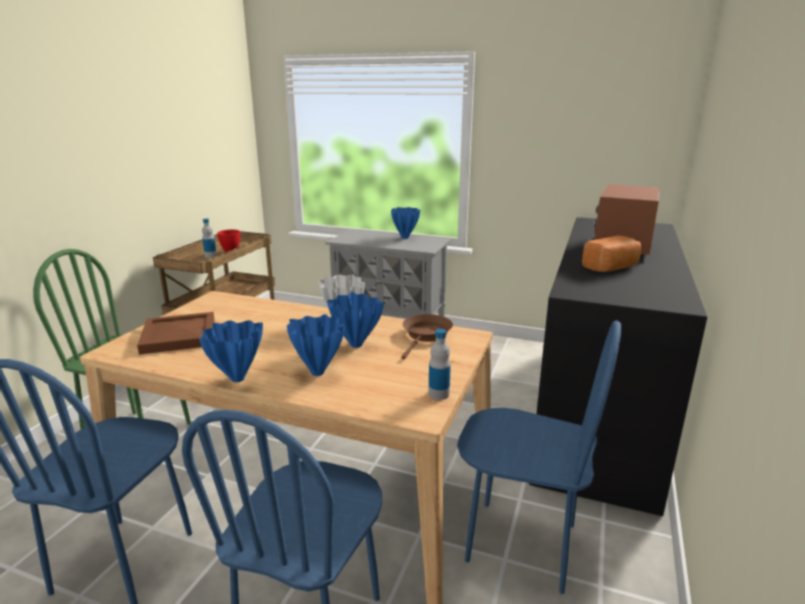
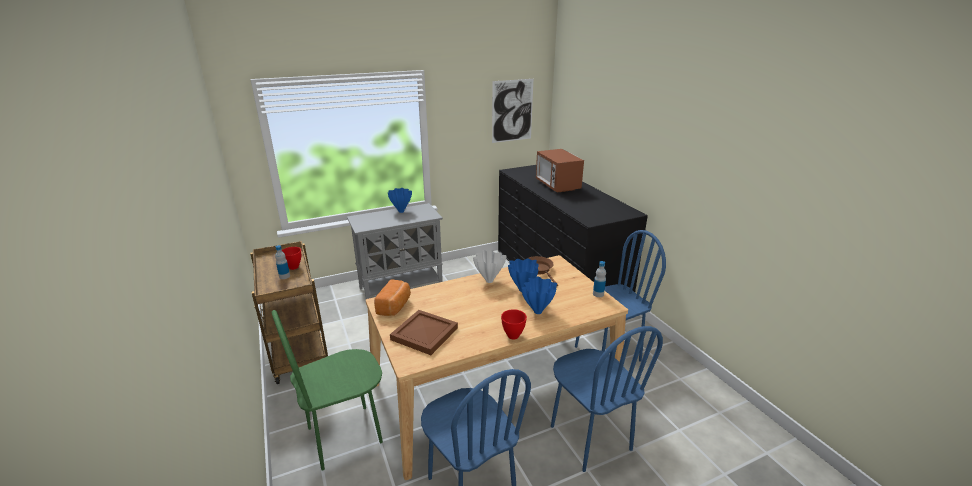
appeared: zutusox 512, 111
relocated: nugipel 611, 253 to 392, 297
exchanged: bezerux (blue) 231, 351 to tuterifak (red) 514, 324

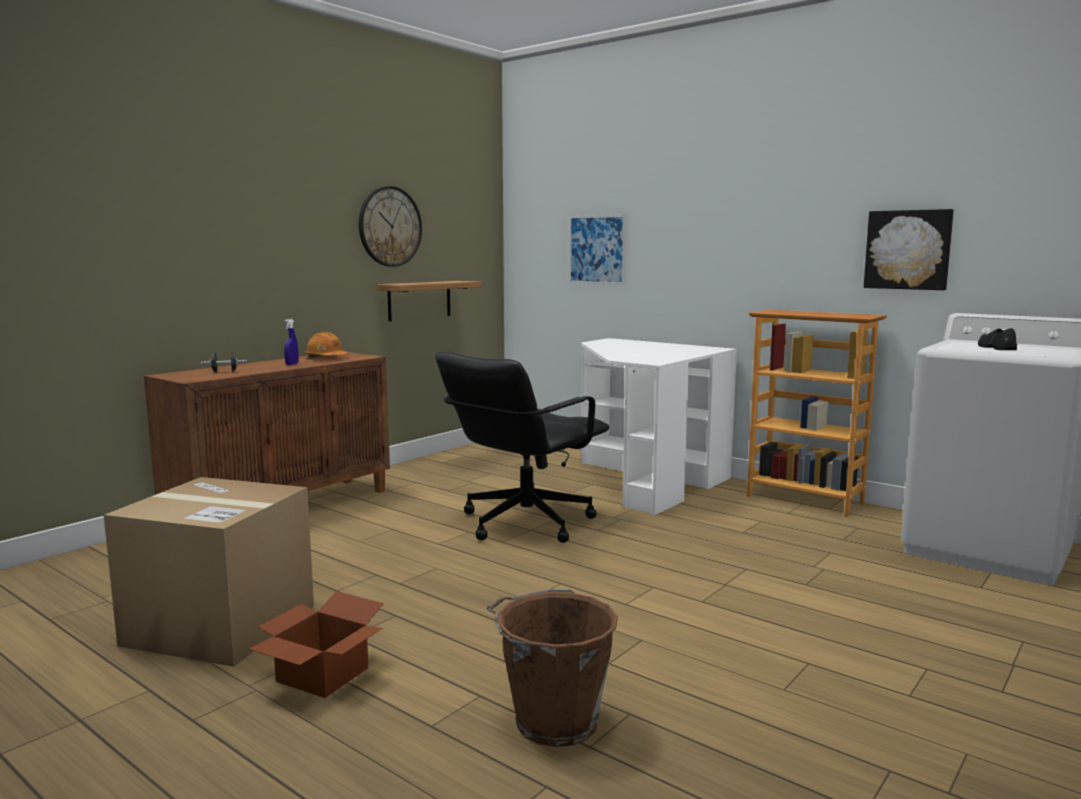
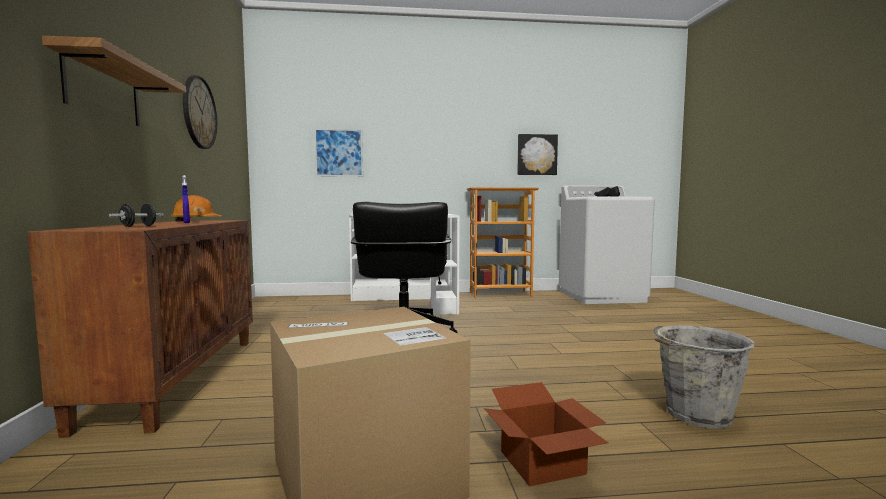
relocated: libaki 428, 301 to 114, 81
colour: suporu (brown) 552, 668 to suporu (grey) 704, 377

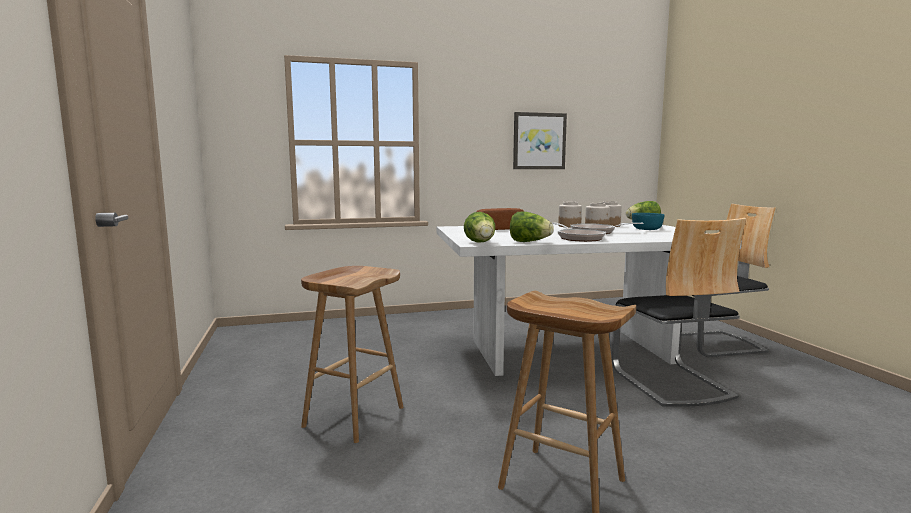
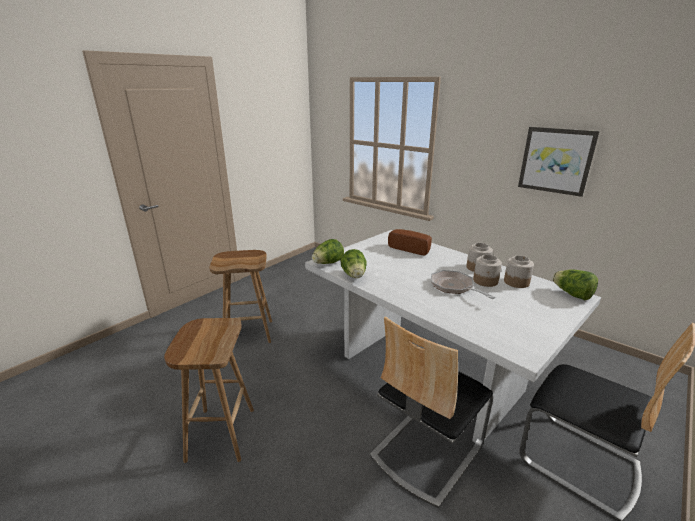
missing: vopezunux 579, 232; tuterifak (turquoise) 648, 221

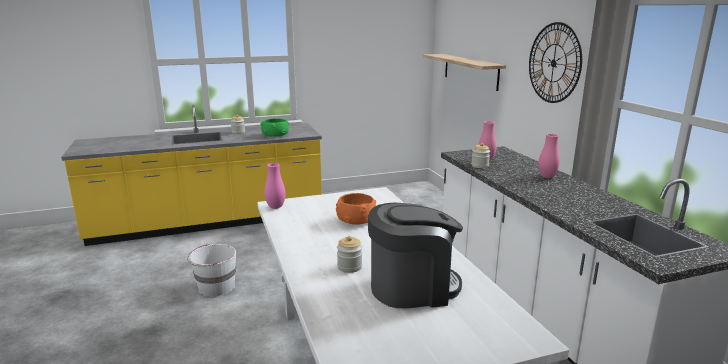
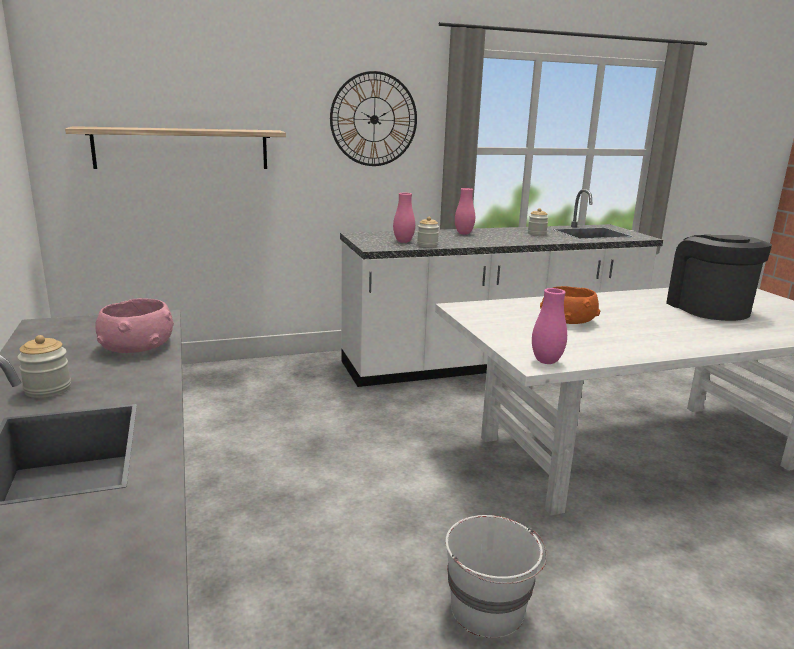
relocated: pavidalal 349, 254 to 538, 222
colour: tuterifak (green) 274, 128 to tuterifak (pink) 134, 325

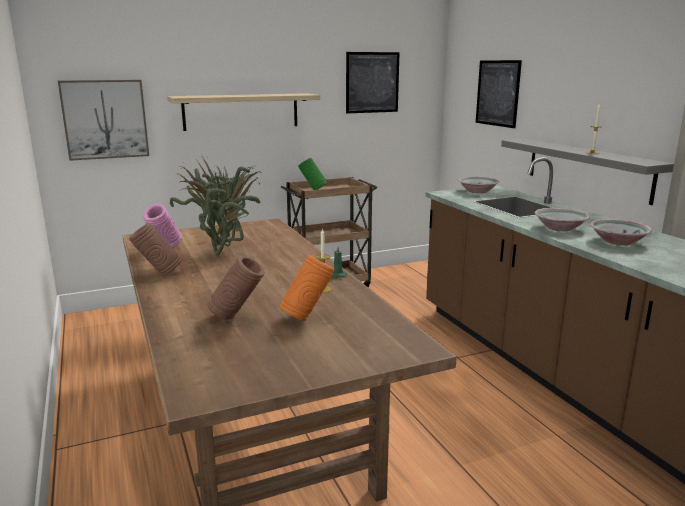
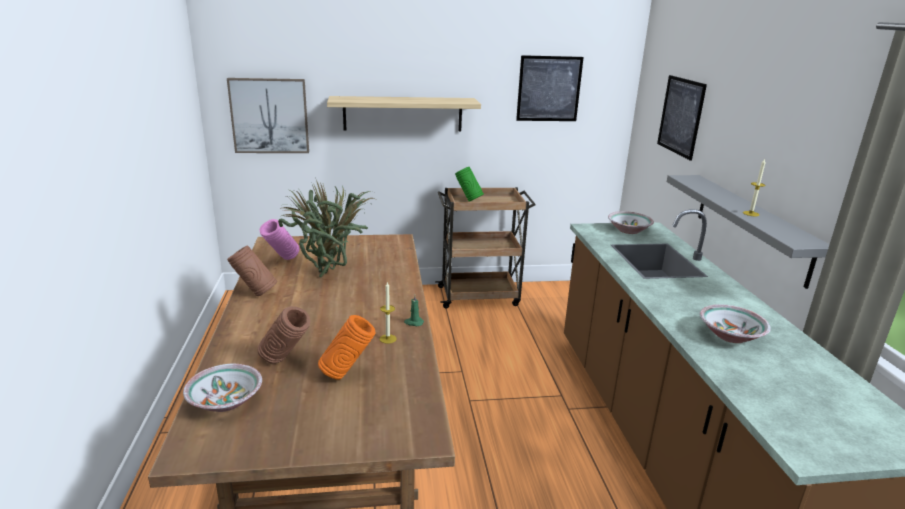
relocated: tuterifak 562, 219 to 222, 387

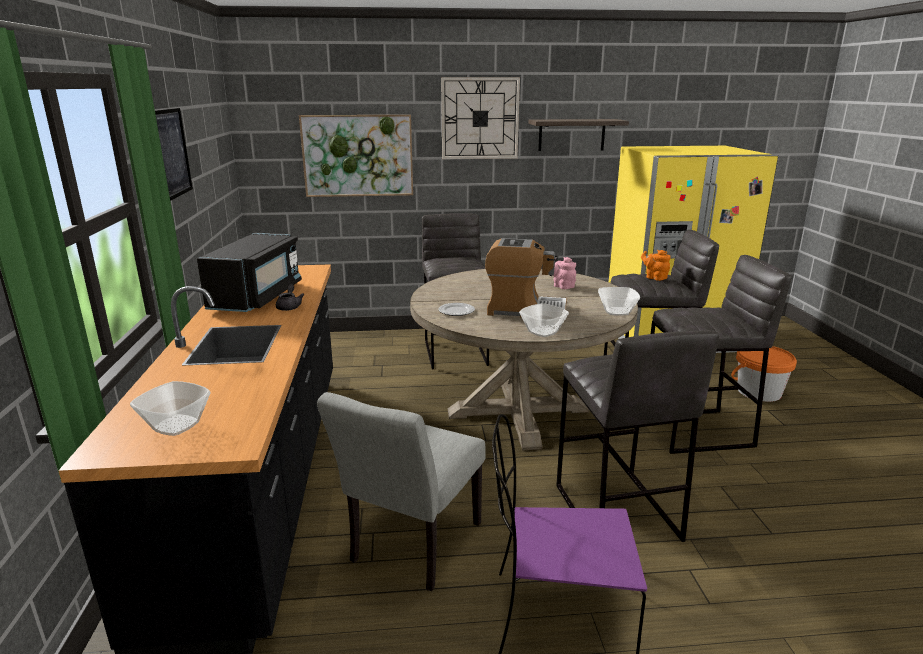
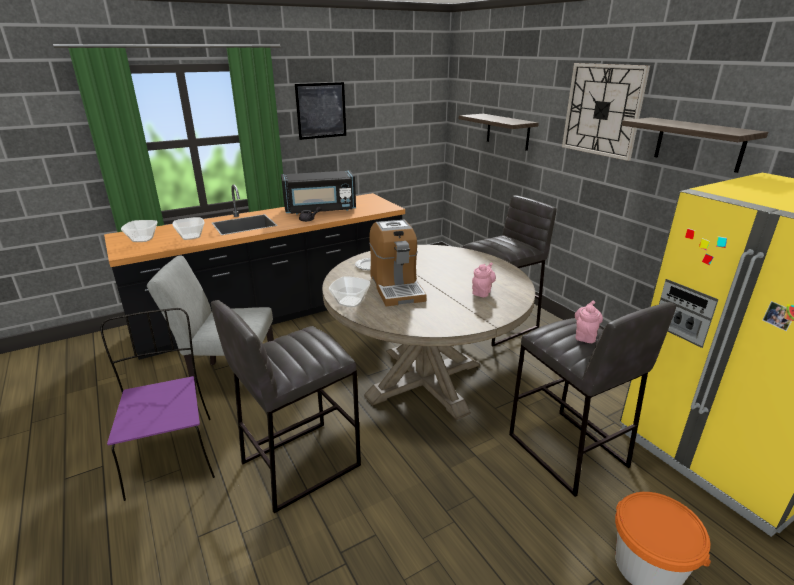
missing: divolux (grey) 721, 354
relocated: tuterifak 619, 301 to 188, 228
exchanged: zutusox 356, 156 to libaki 499, 132
colour: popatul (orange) 656, 265 to popatul (pink) 589, 322

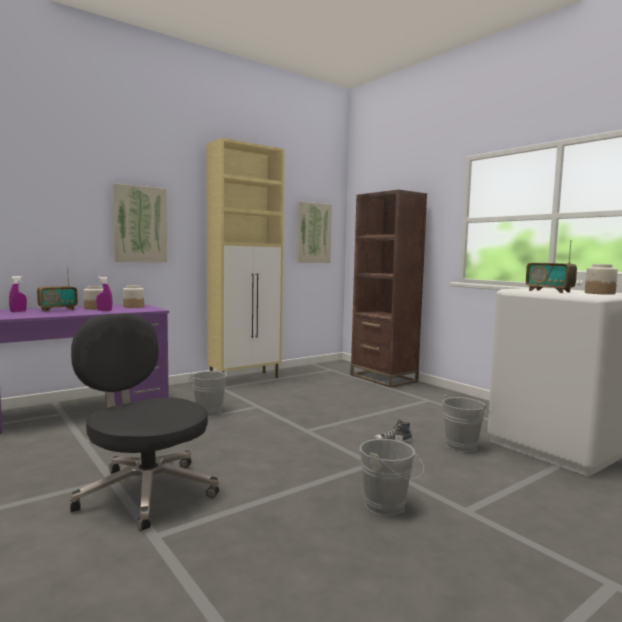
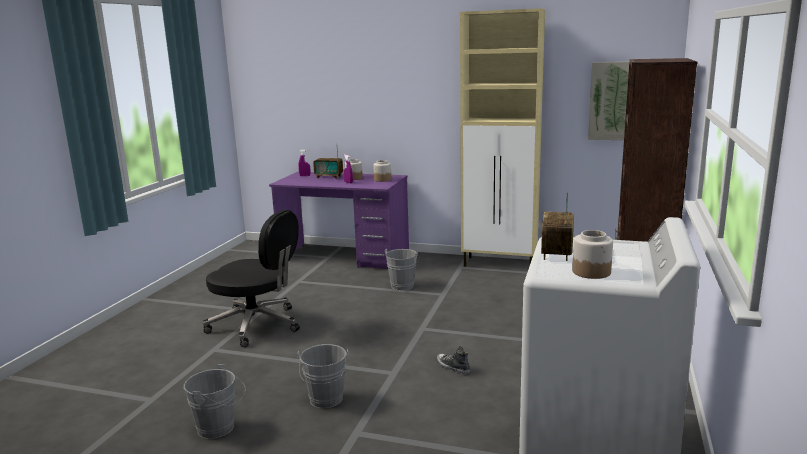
missing: zutusox 140, 222
relocated: suporu (grey) 466, 423 to 215, 401
spun: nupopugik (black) 144, 422 = 251, 278 105 degrees clockwise

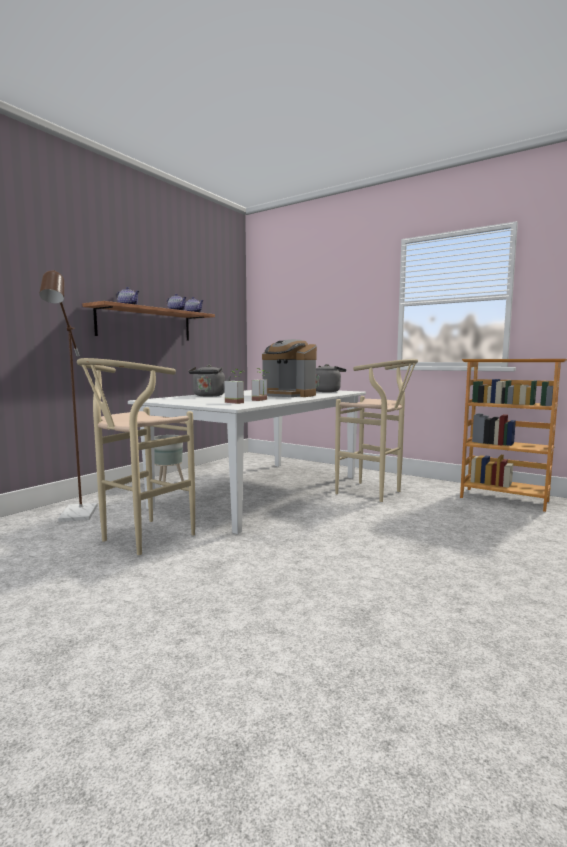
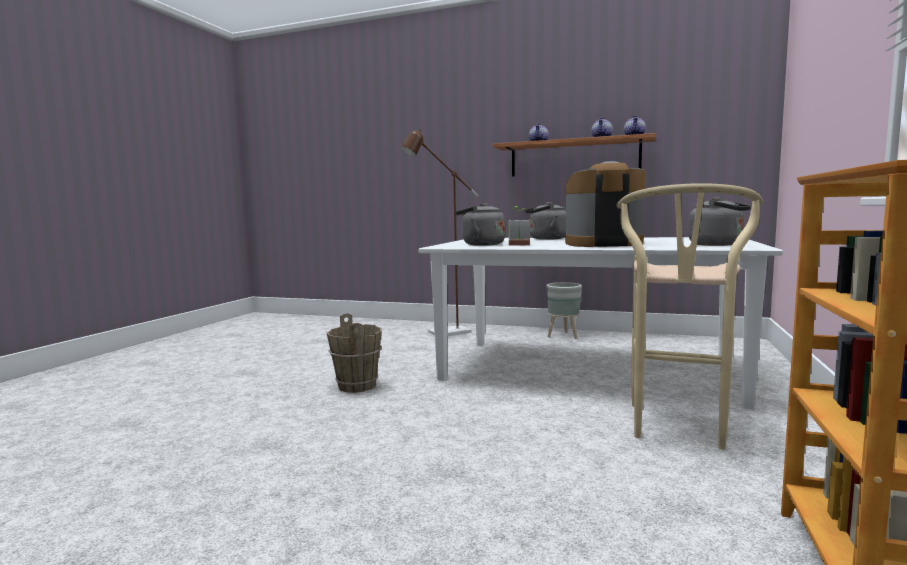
missing: divolux (beige) 136, 456
appeared: suporu (brown) 354, 353
exchanged: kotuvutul 234, 386 to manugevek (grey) 480, 224
spun: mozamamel 289, 368 = 605, 204 75 degrees clockwise

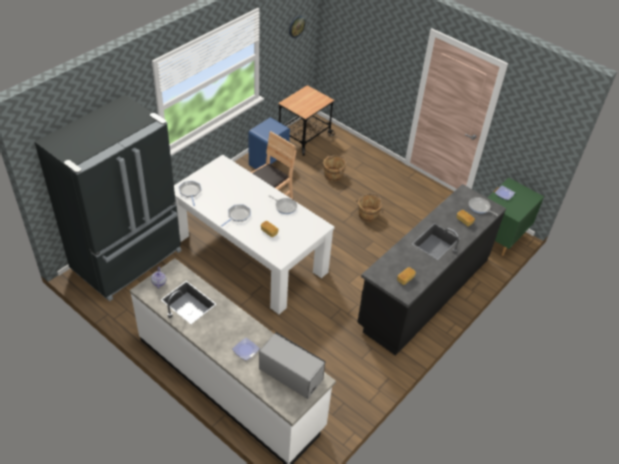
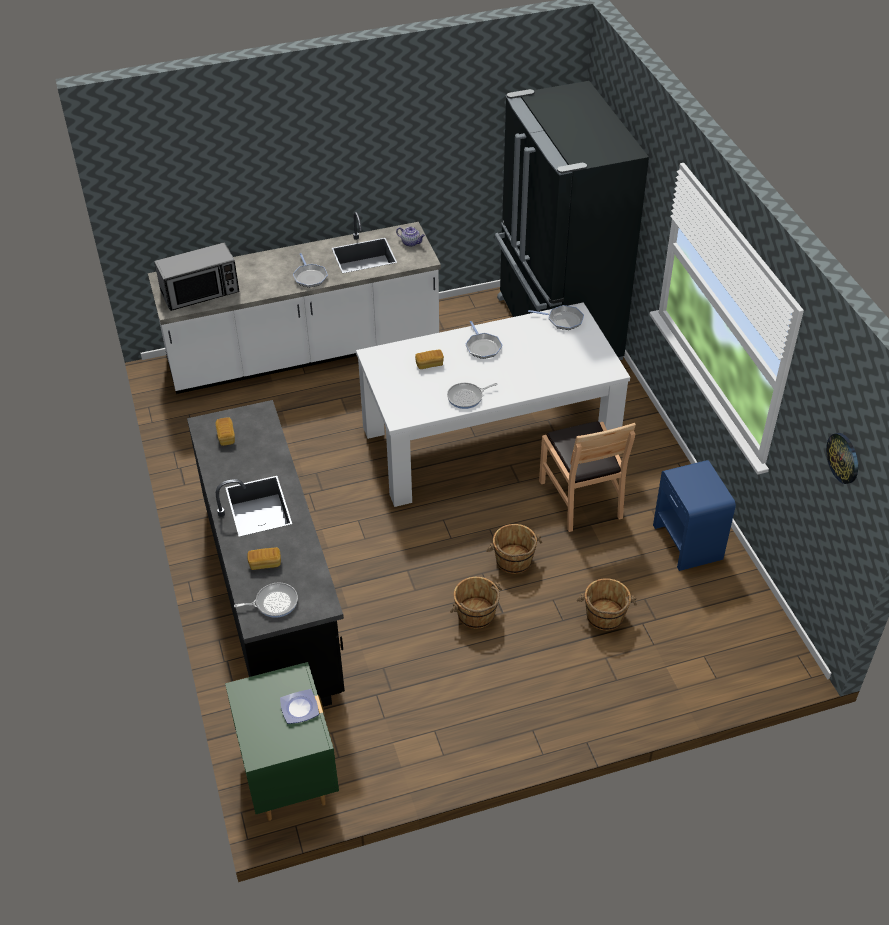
missing: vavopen 246, 349; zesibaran 306, 120
appeared: vopezunux 310, 270; suporu (brown) 514, 549

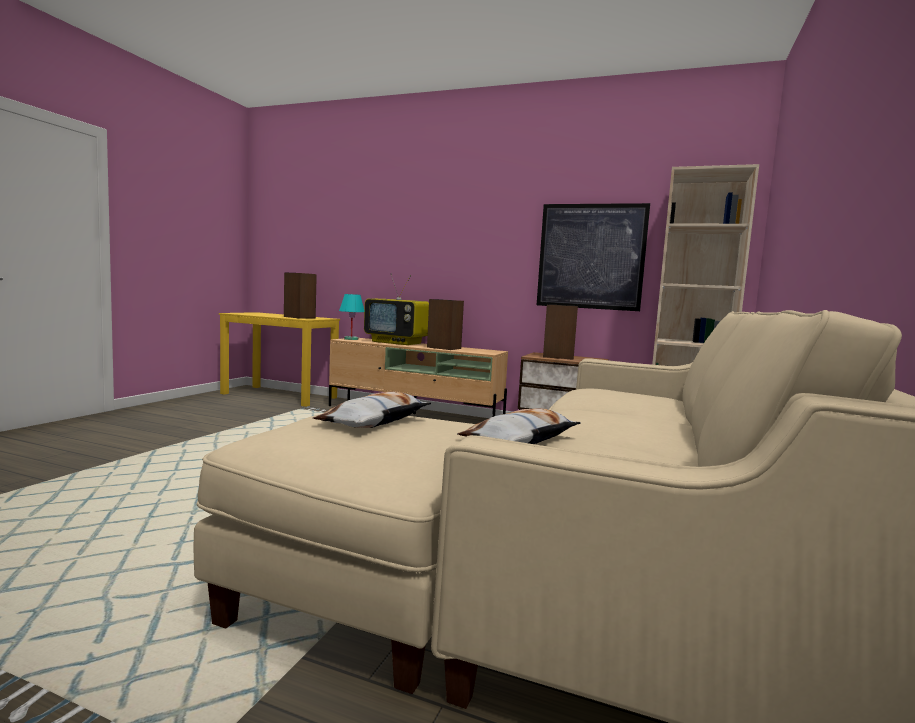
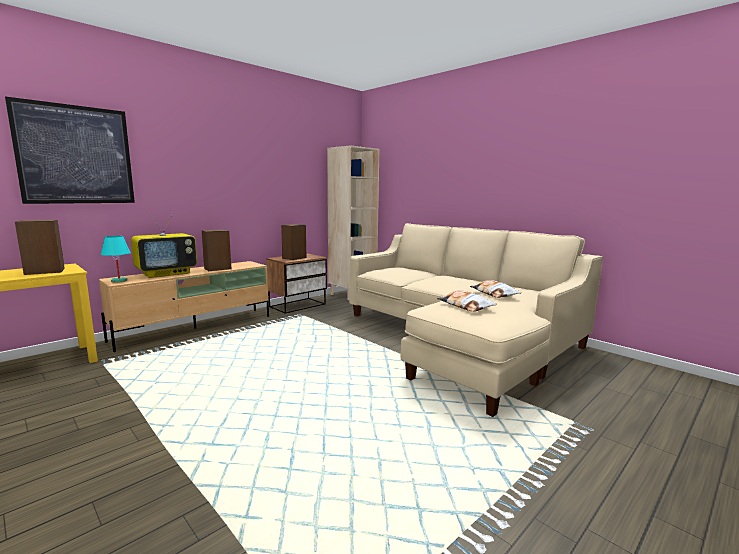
relocated: zutusox 593, 257 to 70, 150

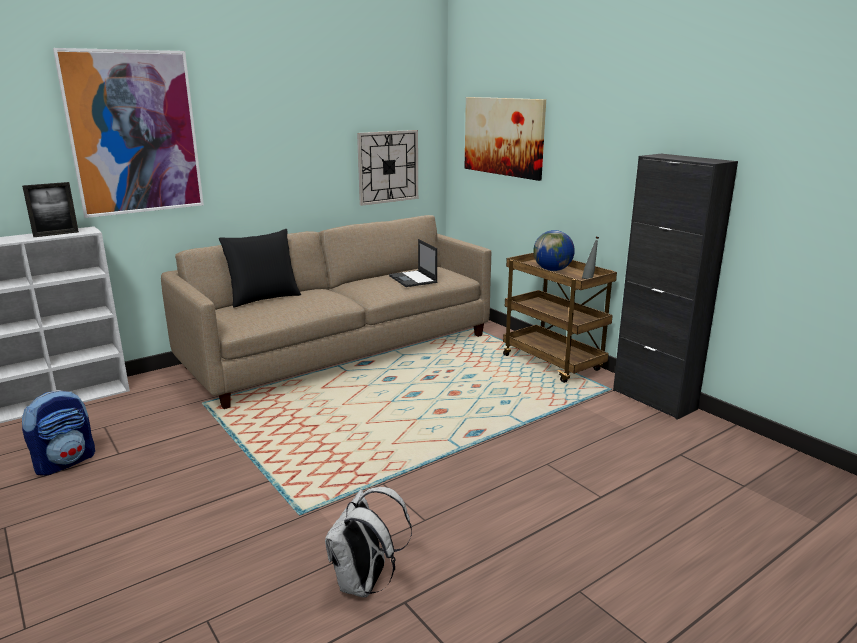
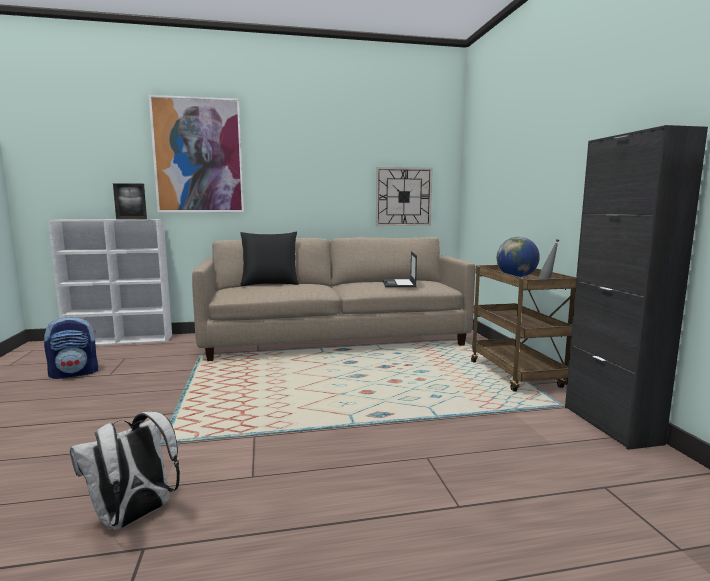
missing: zutusox 505, 139

